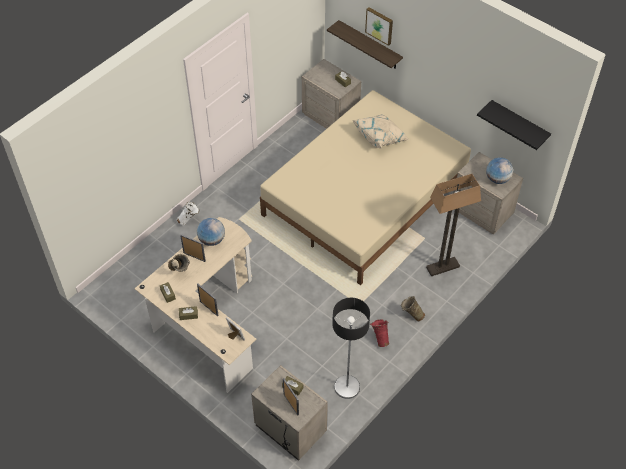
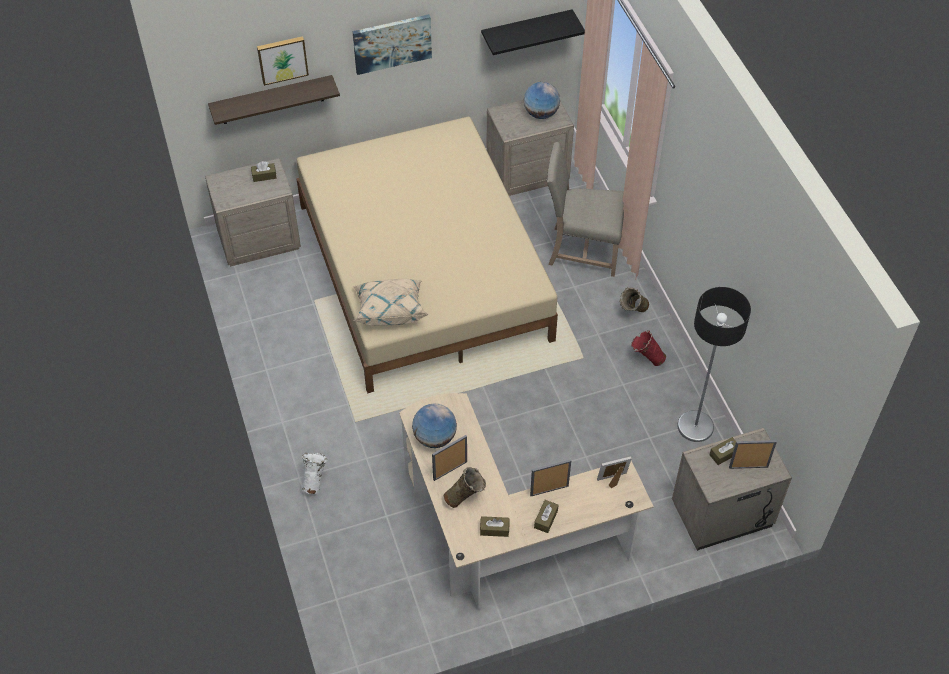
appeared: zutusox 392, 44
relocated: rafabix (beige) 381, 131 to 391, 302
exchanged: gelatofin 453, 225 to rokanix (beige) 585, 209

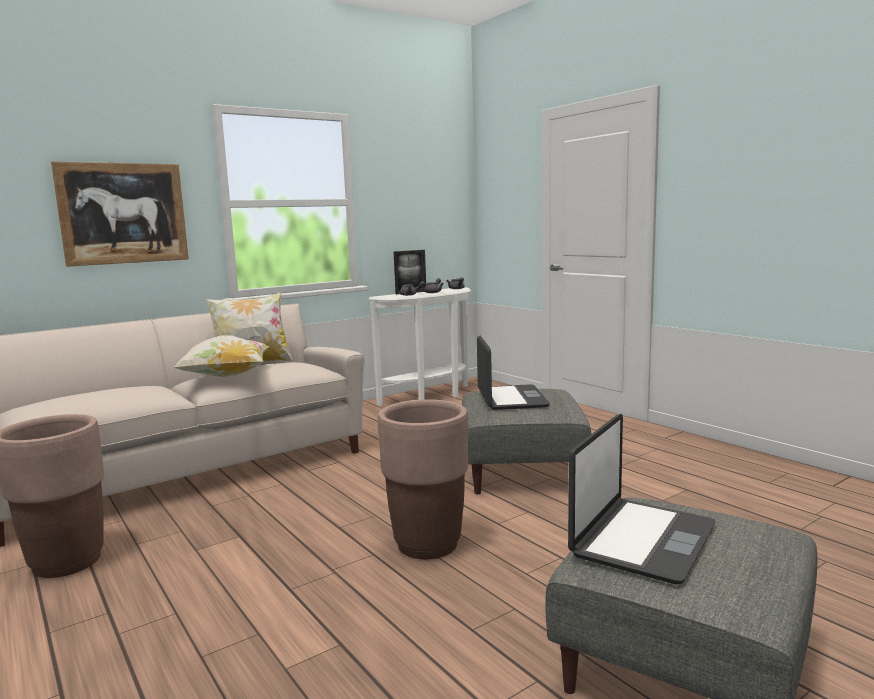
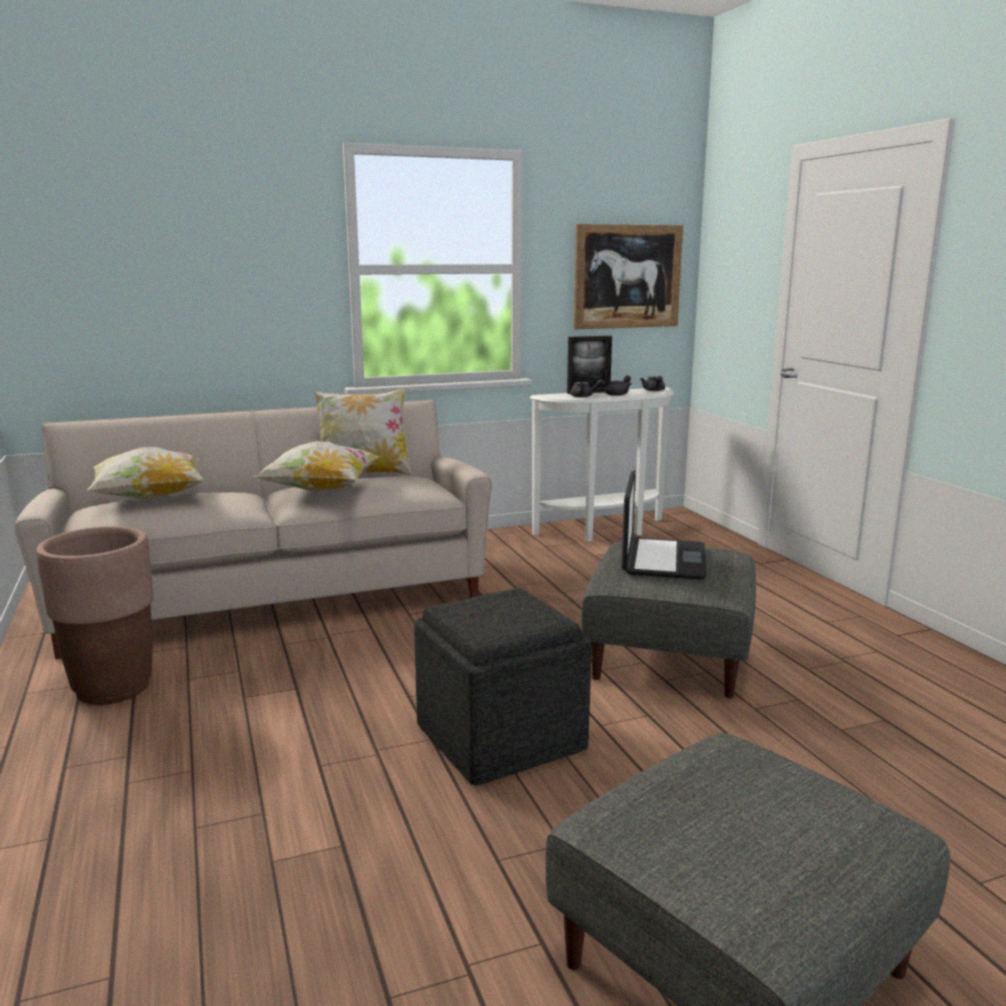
missing: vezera 642, 499
appeared: rafabix 145, 473
relocated: zutusox 120, 214 to 628, 276
exchanged: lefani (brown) 423, 479 to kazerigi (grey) 503, 686

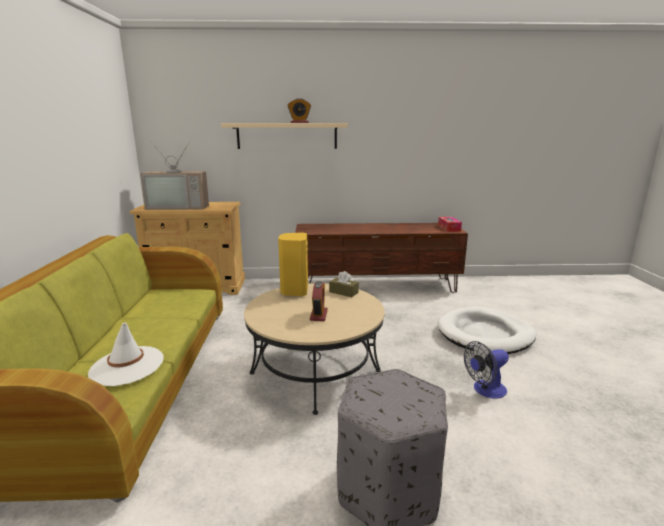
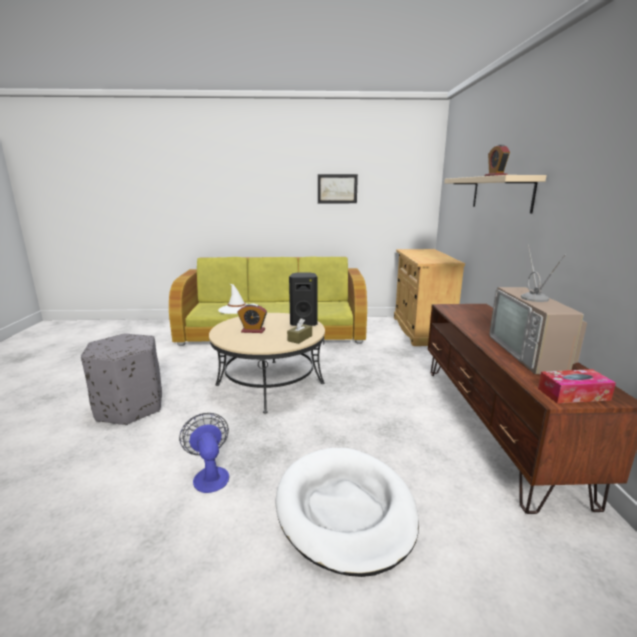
appeared: zutusox 338, 188
relocated: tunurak 174, 176 to 538, 309
colour: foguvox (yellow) 293, 264 to foguvox (black) 303, 299

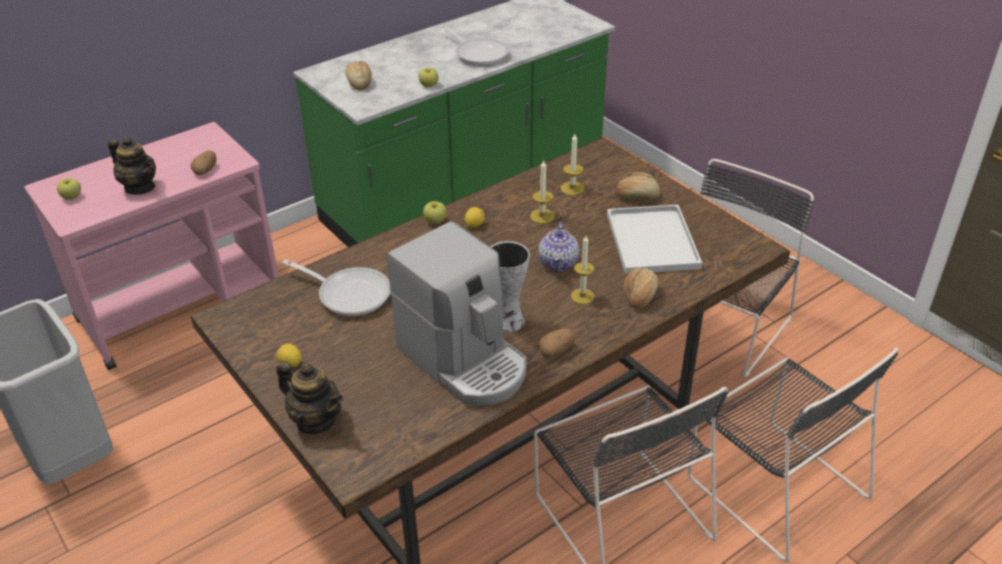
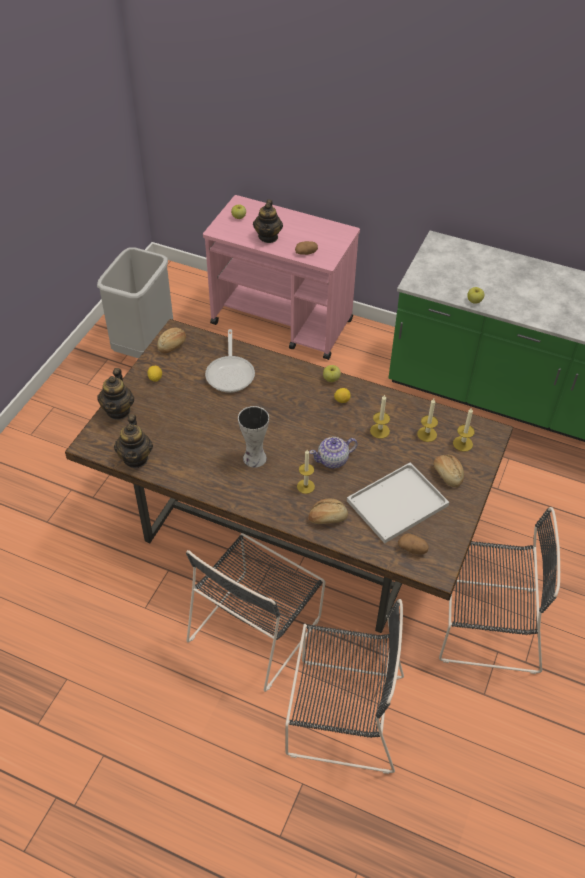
missing: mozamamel 456, 313; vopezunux 474, 45
appeared: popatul 133, 441; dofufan 464, 429
relocated: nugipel 358, 75 to 171, 340; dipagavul 557, 343 to 413, 544
spun: rokanix (black) 793, 455 = 344, 686 105 degrees counterclockwise

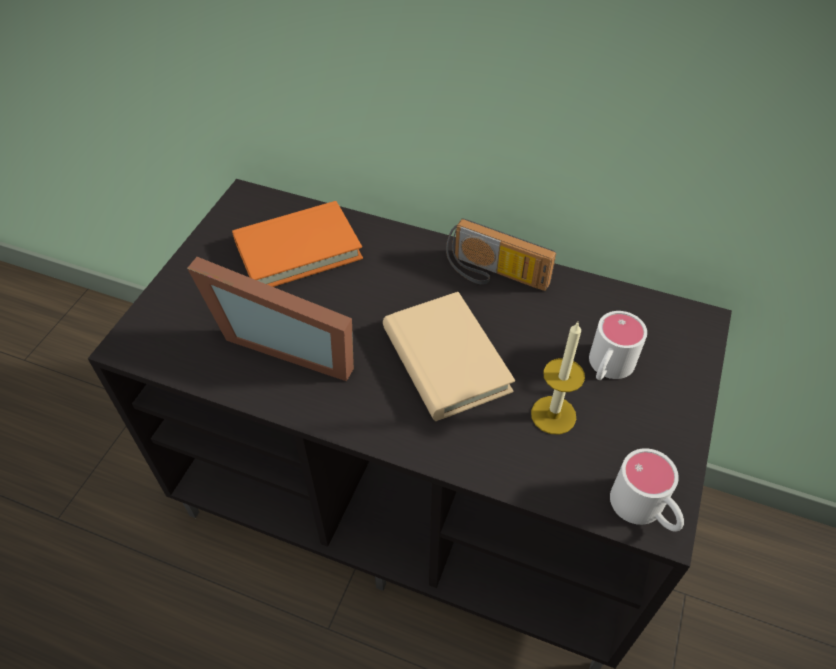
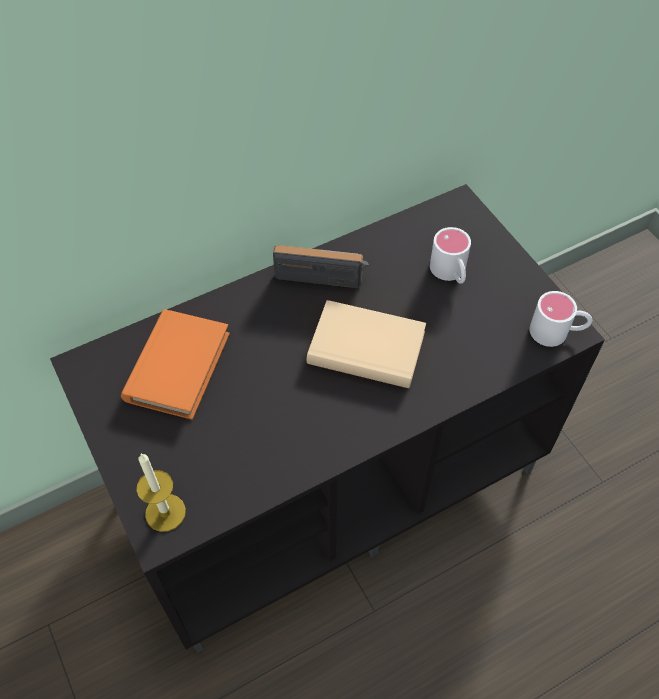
missing: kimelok 270, 319
relocated: dofufan 558, 378 to 161, 492
spun: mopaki 501, 254 = 321, 266 150 degrees counterclockwise

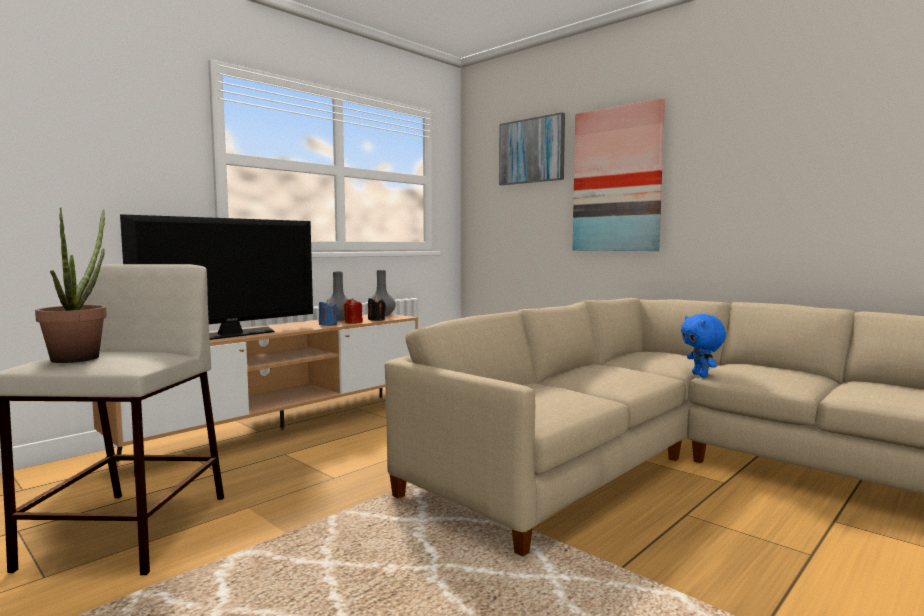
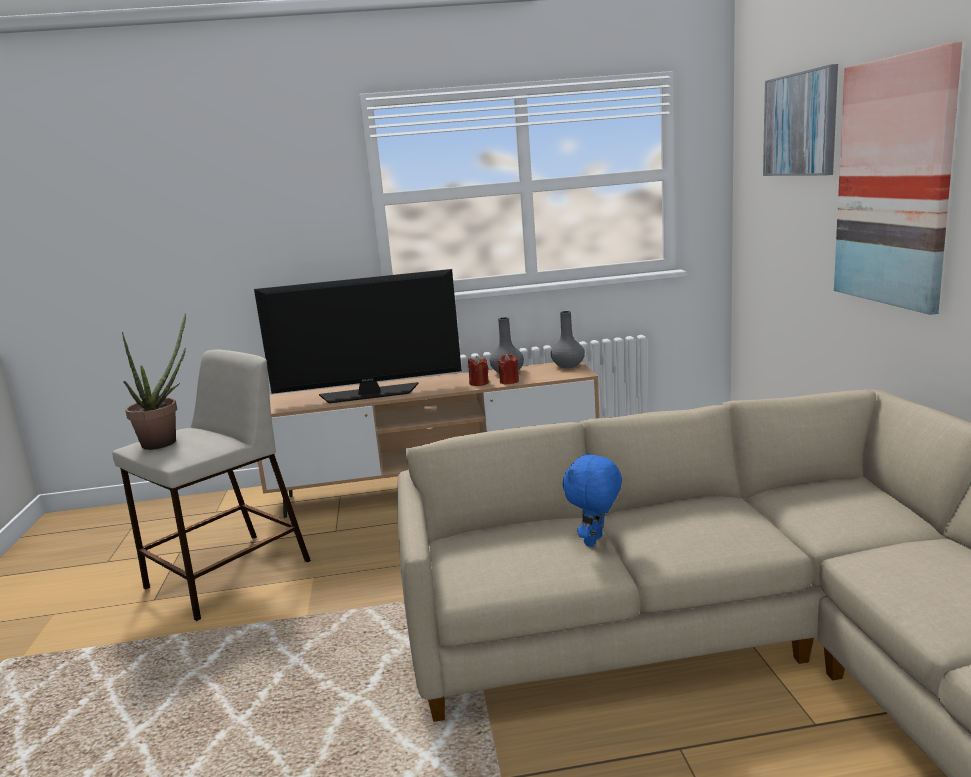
missing: dofufan (black) 377, 308
relocated: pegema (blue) 703, 345 to 592, 499
colour: dofufan (blue) 328, 313 to dofufan (red) 478, 371

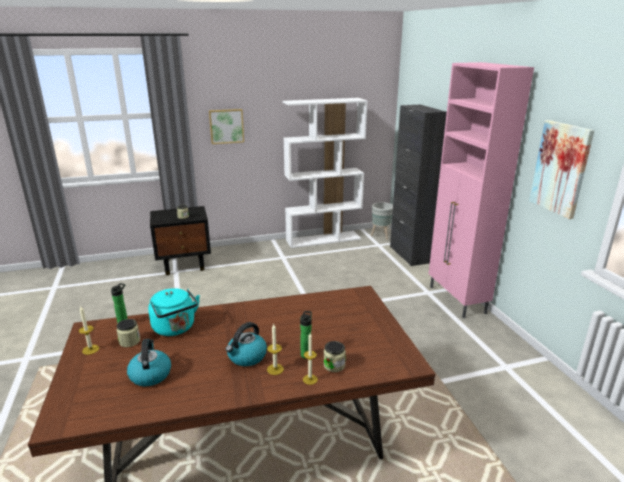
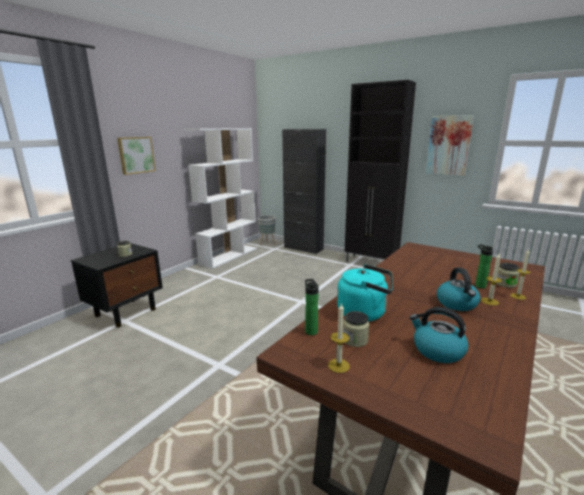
colour: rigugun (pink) 481, 190 to rigugun (black) 380, 171

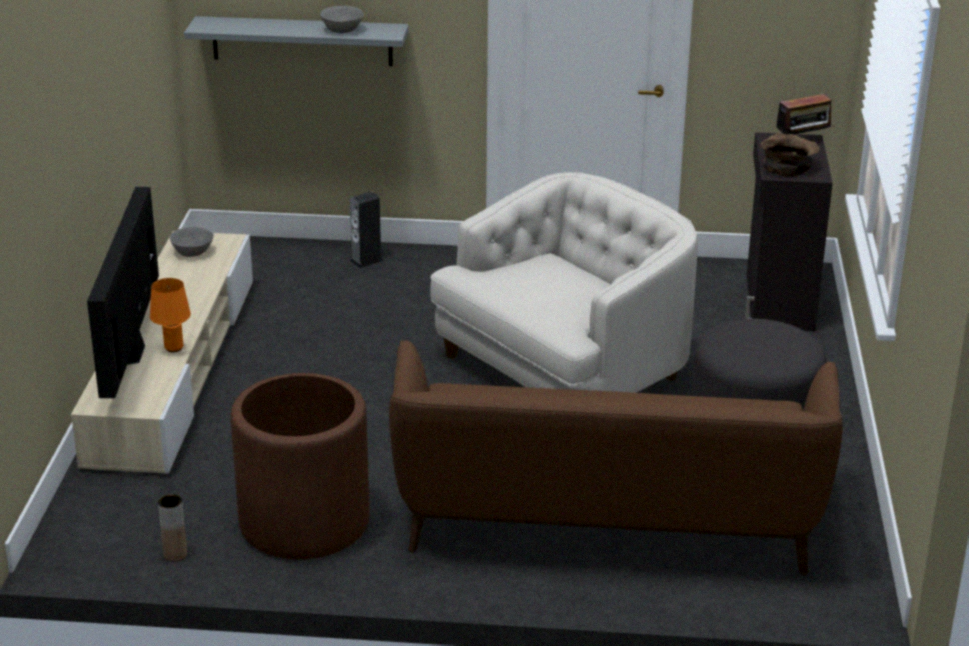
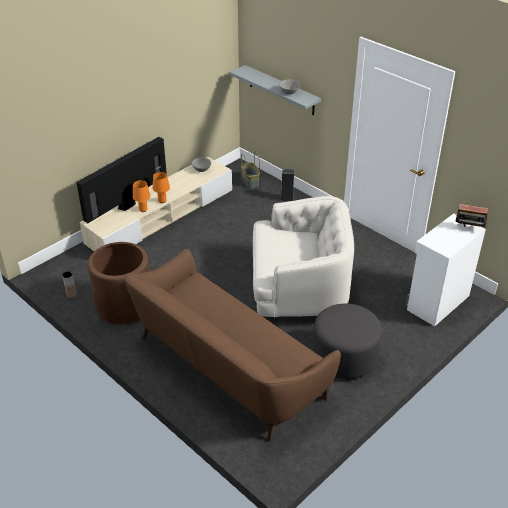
missing: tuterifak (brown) 790, 155
appeared: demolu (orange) 161, 187; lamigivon 250, 169
colour: rigugun (black) 789, 232 to rigugun (white) 446, 270

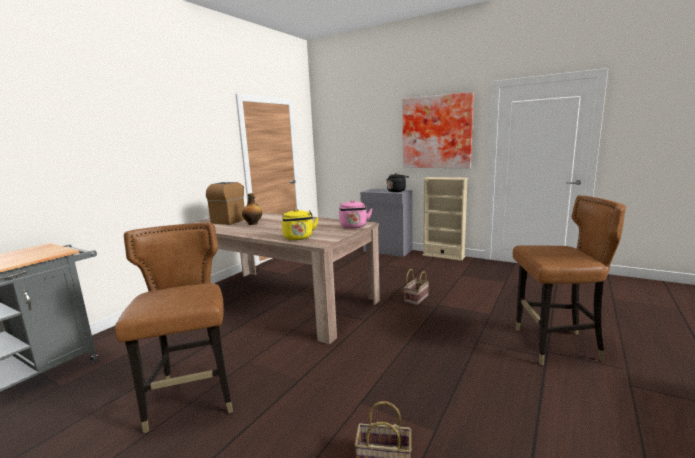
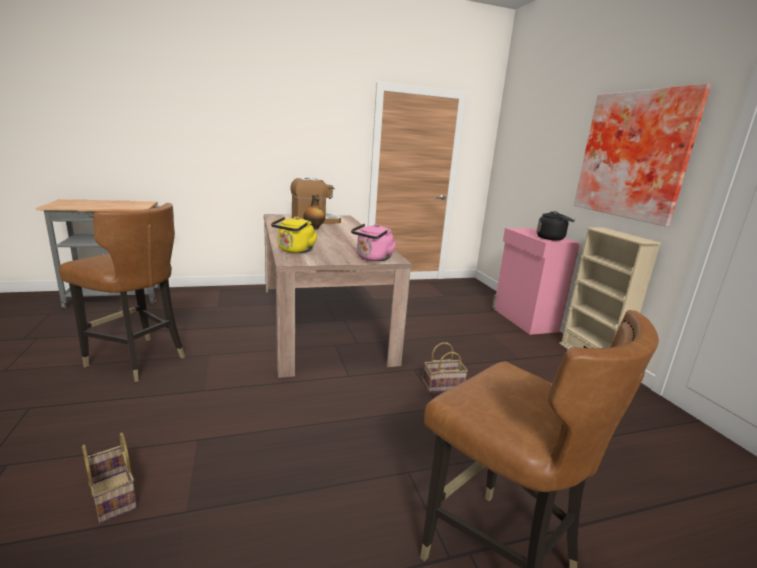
colour: rigugun (grey) 386, 223 to rigugun (pink) 536, 281
spun: rokanix (brown) 174, 328 = 122, 292 90 degrees clockwise

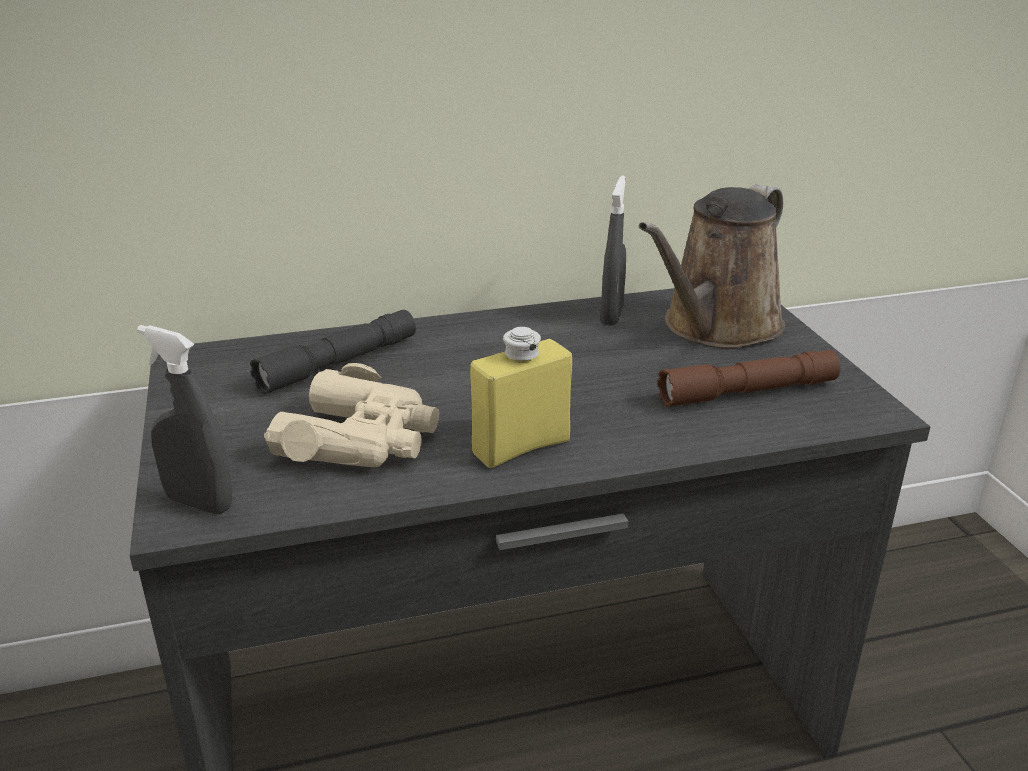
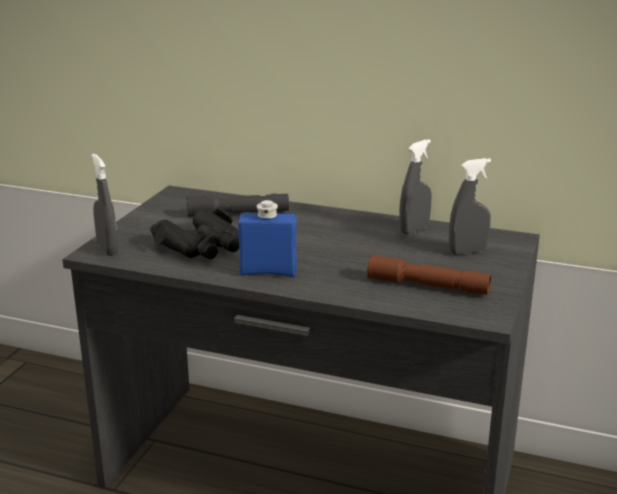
exchanged: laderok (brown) 712, 266 to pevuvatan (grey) 470, 206
colour: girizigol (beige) 351, 415 to girizigol (black) 194, 234; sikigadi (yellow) 521, 397 to sikigadi (blue) 267, 238

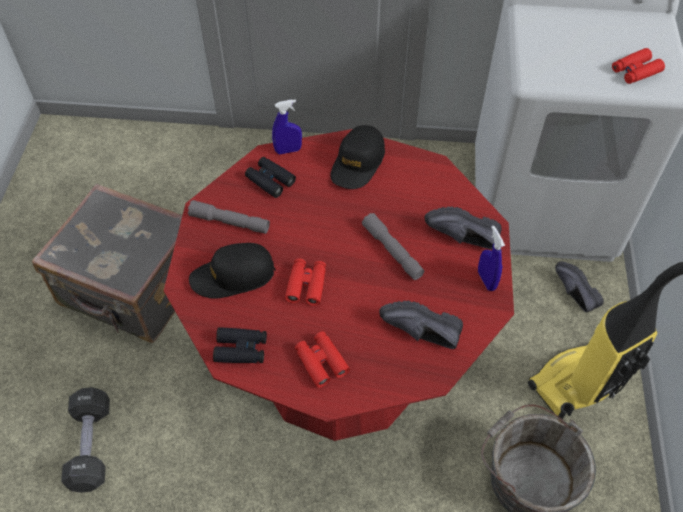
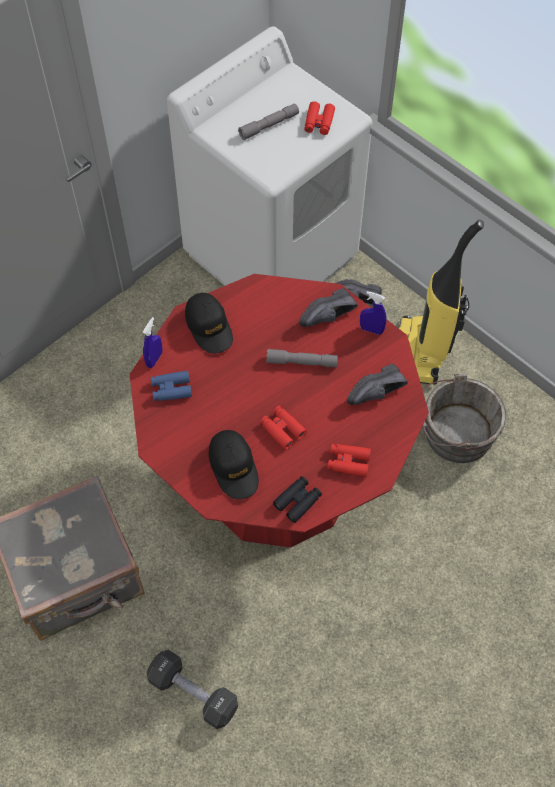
relocated: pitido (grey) 229, 217 to 268, 121
colour: girizigol (black) 270, 177 to girizigol (blue) 171, 386
spun: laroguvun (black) 232, 271 = 234, 464 45 degrees counterclockwise

